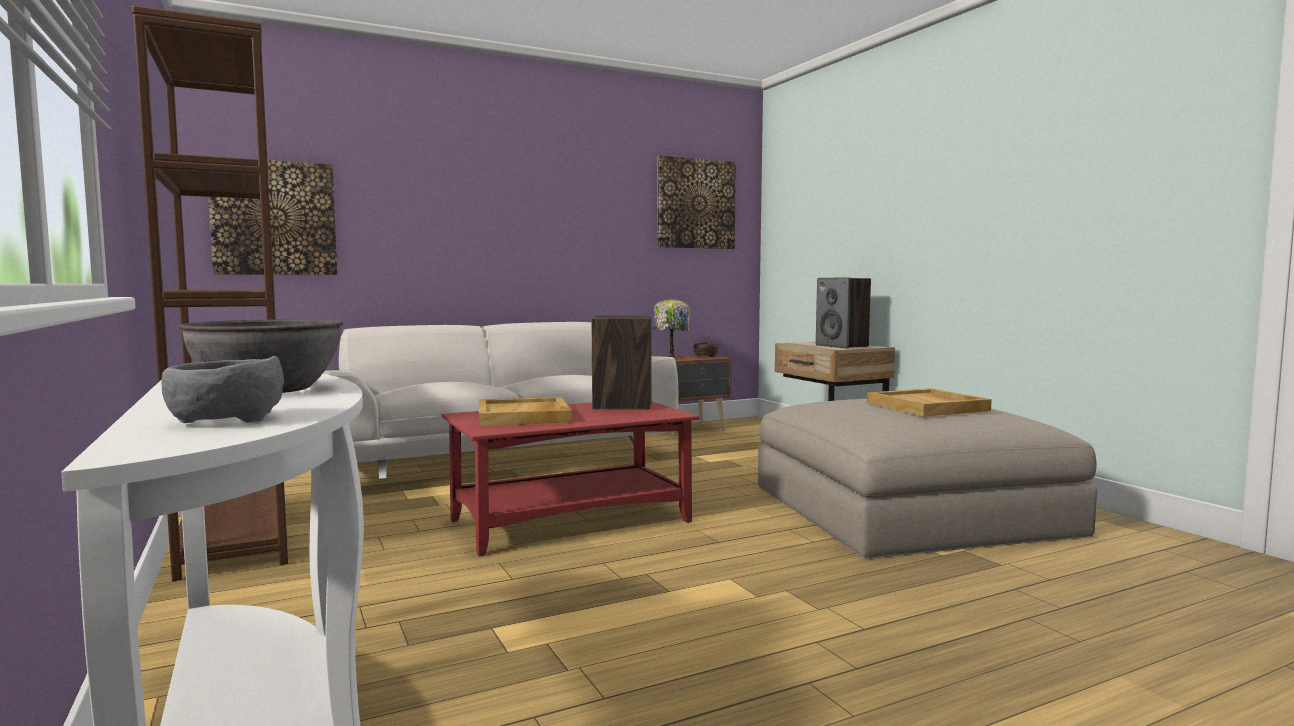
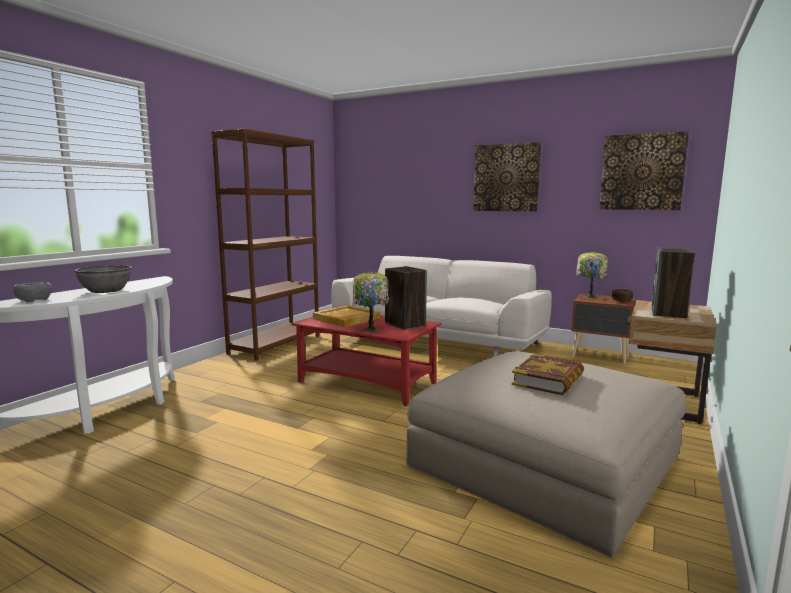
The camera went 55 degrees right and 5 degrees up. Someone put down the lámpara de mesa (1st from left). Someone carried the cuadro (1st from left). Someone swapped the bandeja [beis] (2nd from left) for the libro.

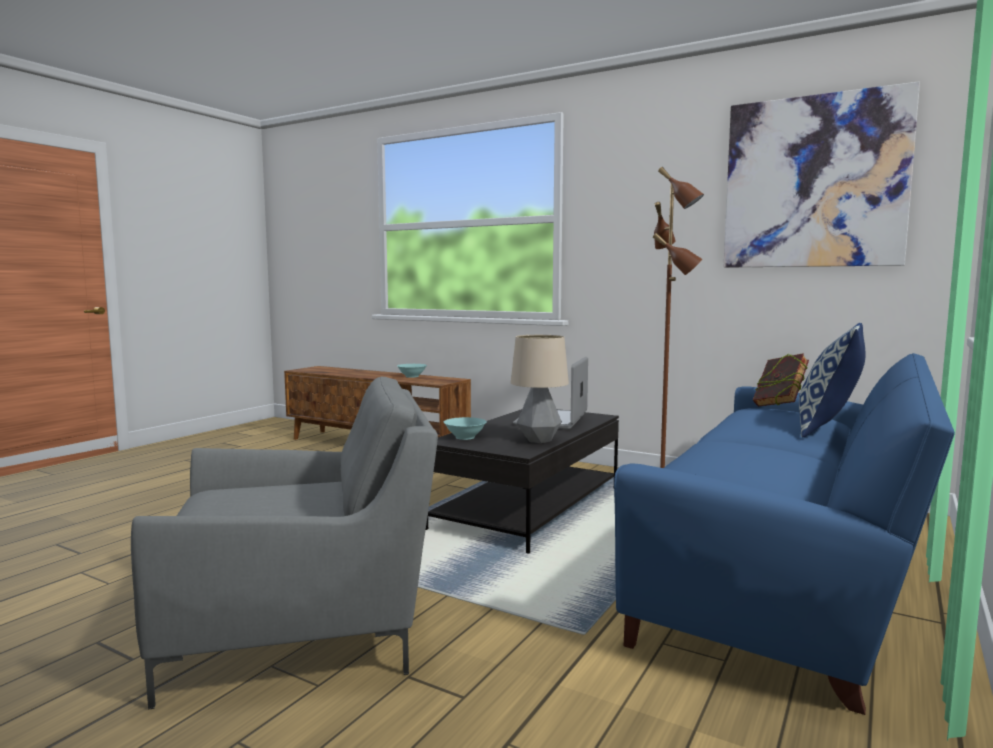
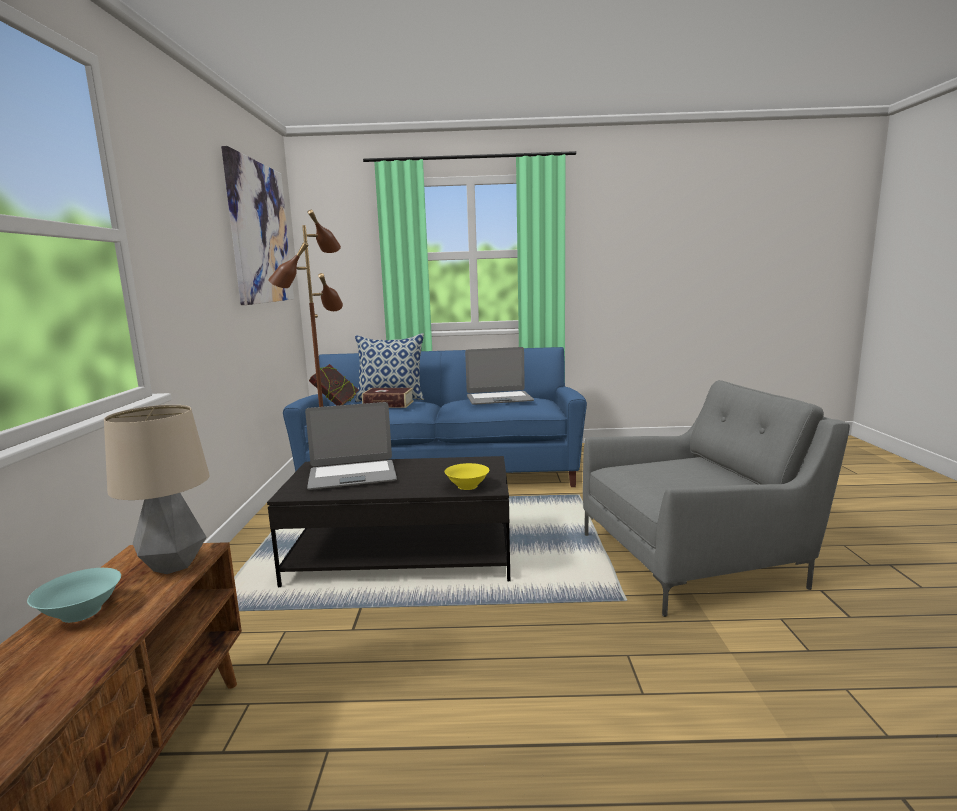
The camera went 120 degrees left and 5 degrees up. Someone put down the libro (2nd from left). Someone put down the portátil (2nd from left). Someone carried the lámpara de mesa. Someone repainted the cuenco [turquesa] (2nd from left), which became the cuenco [amarillo]. Someone rotated the sillón [gris] by 120 degrees clockwise.

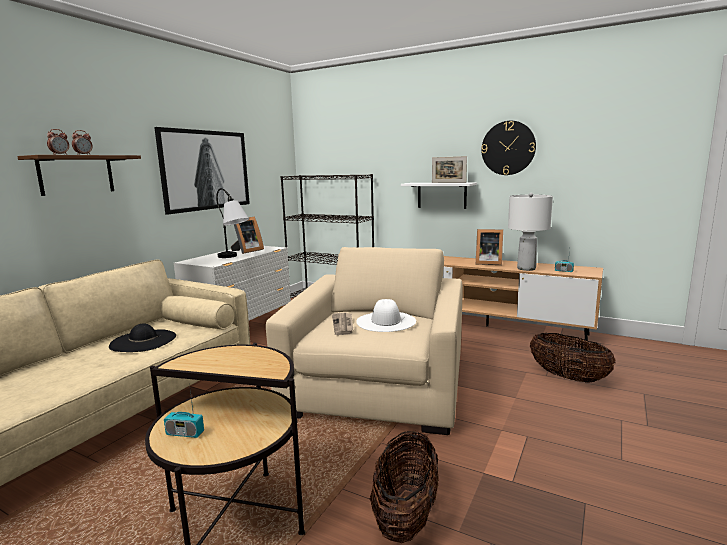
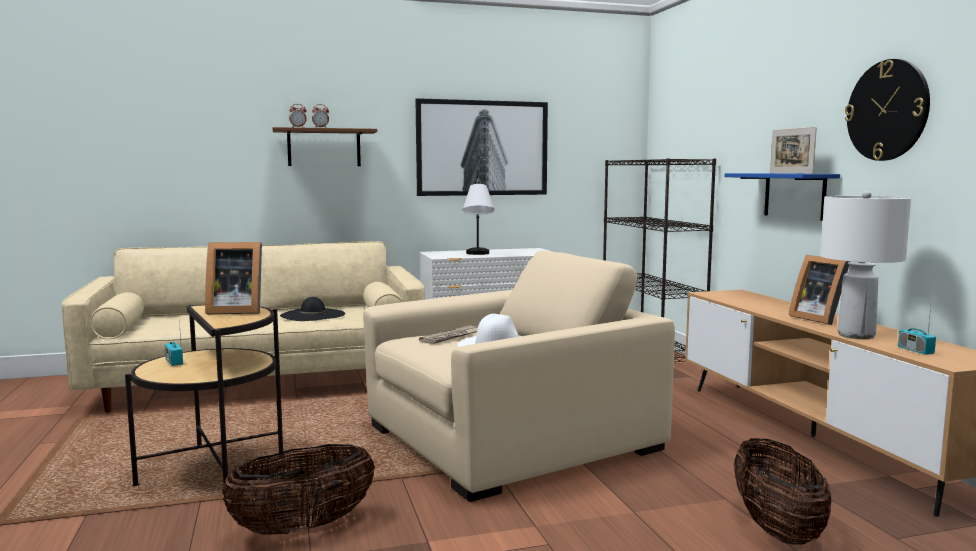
The camera went 45 degrees right and 5 degrees down. Someone carried the portarretratos (1st from left). Someone repainted the estante [blanco], which became the estante [azul].

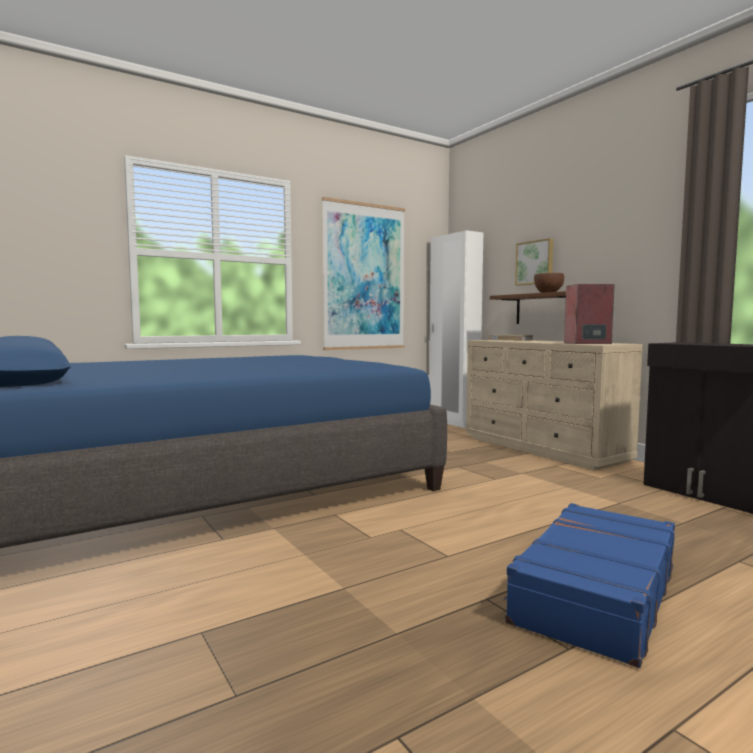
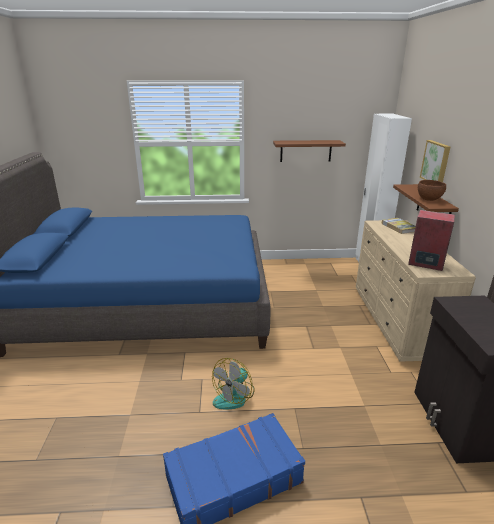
The camera went 30 degrees right and 20 degrees up. Someone put down the ventilador. Someone swapped the cuadro (1st from left) for the estante [marrón] (1st from left).

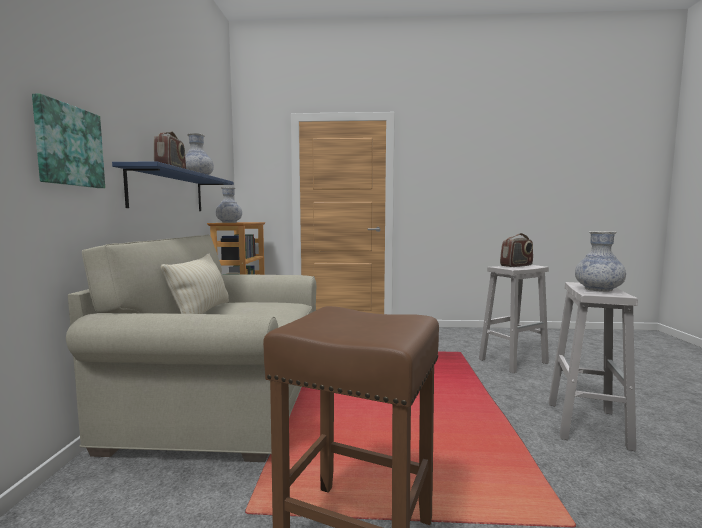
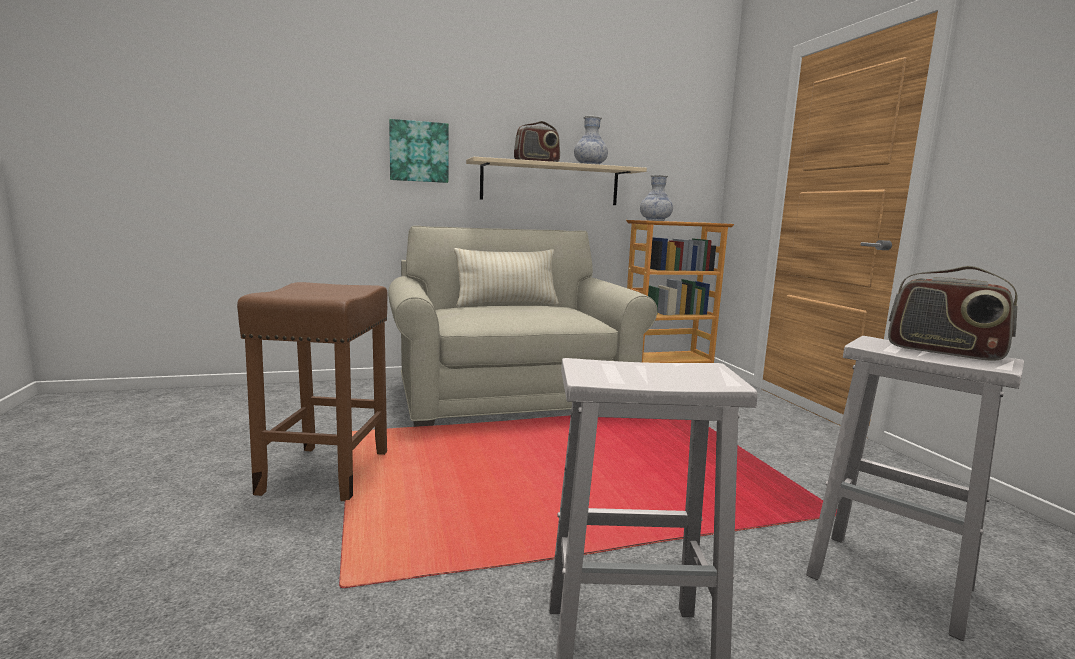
The camera went 70 degrees right and 5 degrees up. Someone took away the florero (3rd from left). Someone repainted the estante [azul], which became the estante [beis].

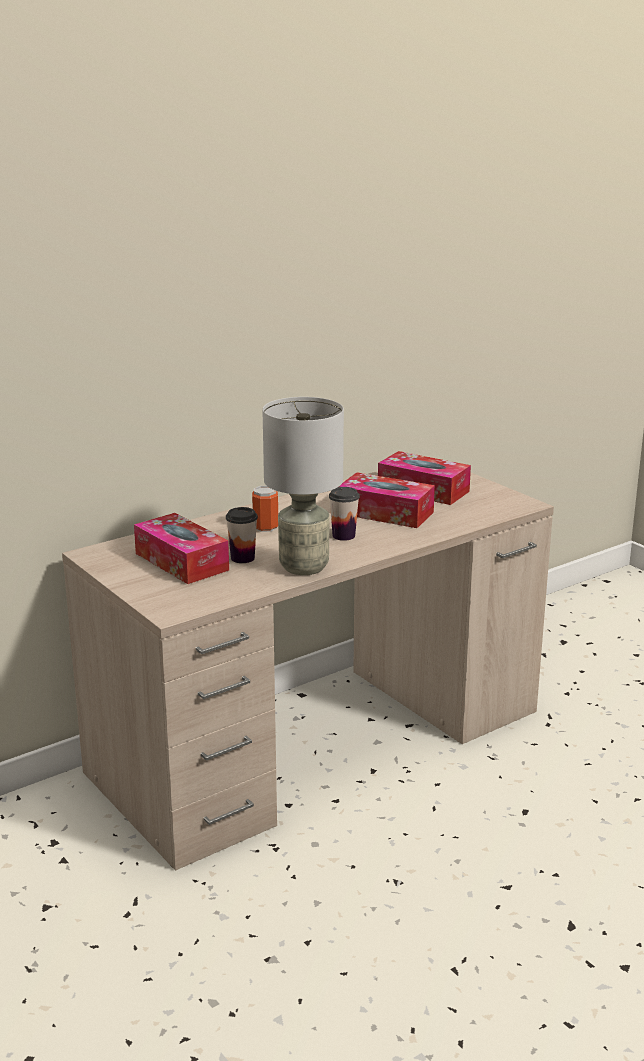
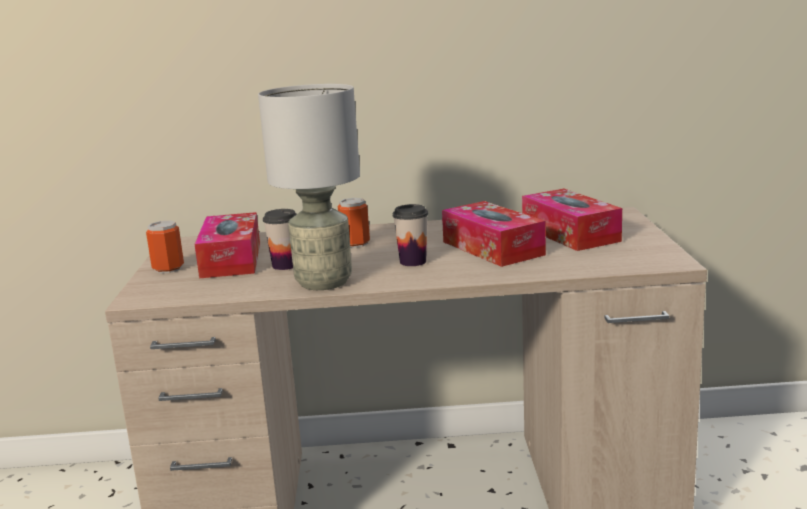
The camera went 35 degrees right and 5 degrees down. Someone put down the lata (1st from left).

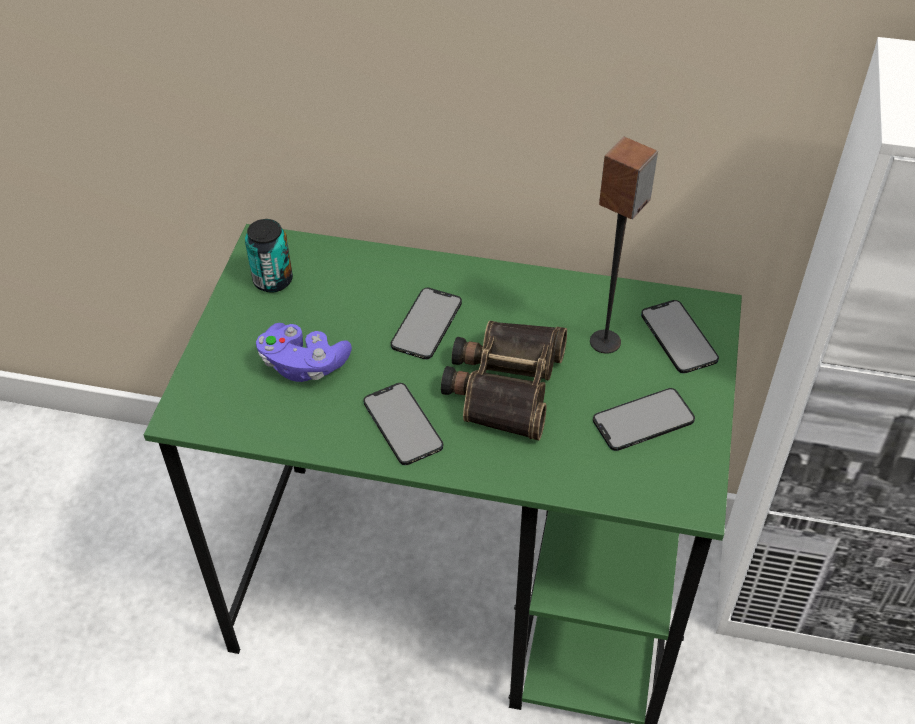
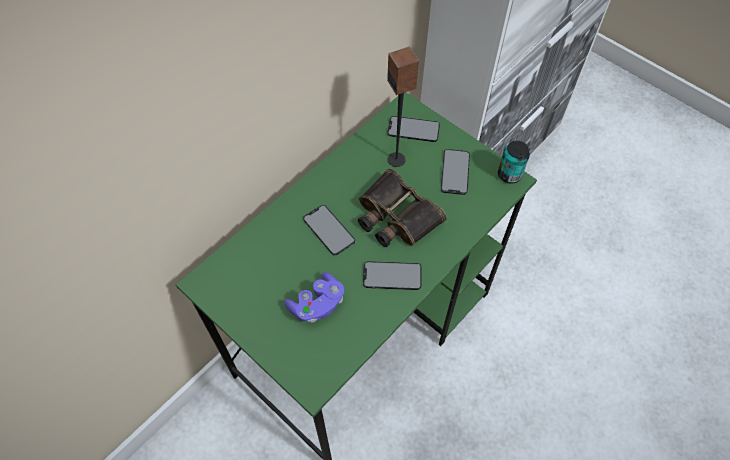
The camera went 60 degrees left and 10 degrees up. Someone carried the lata.

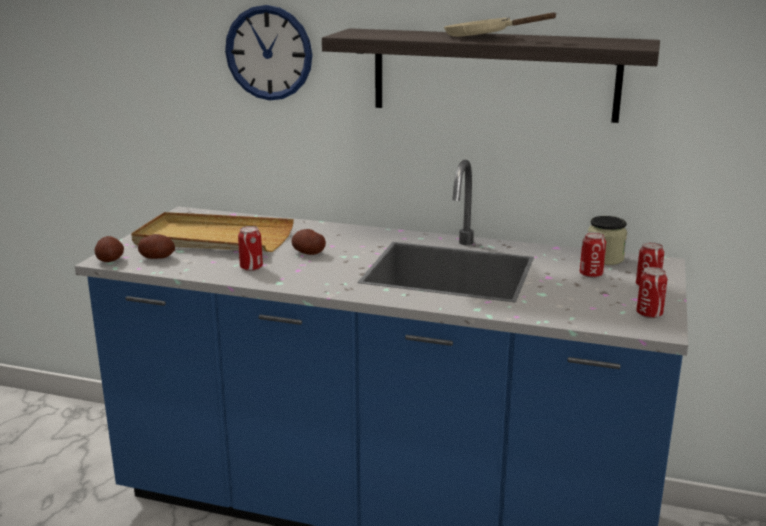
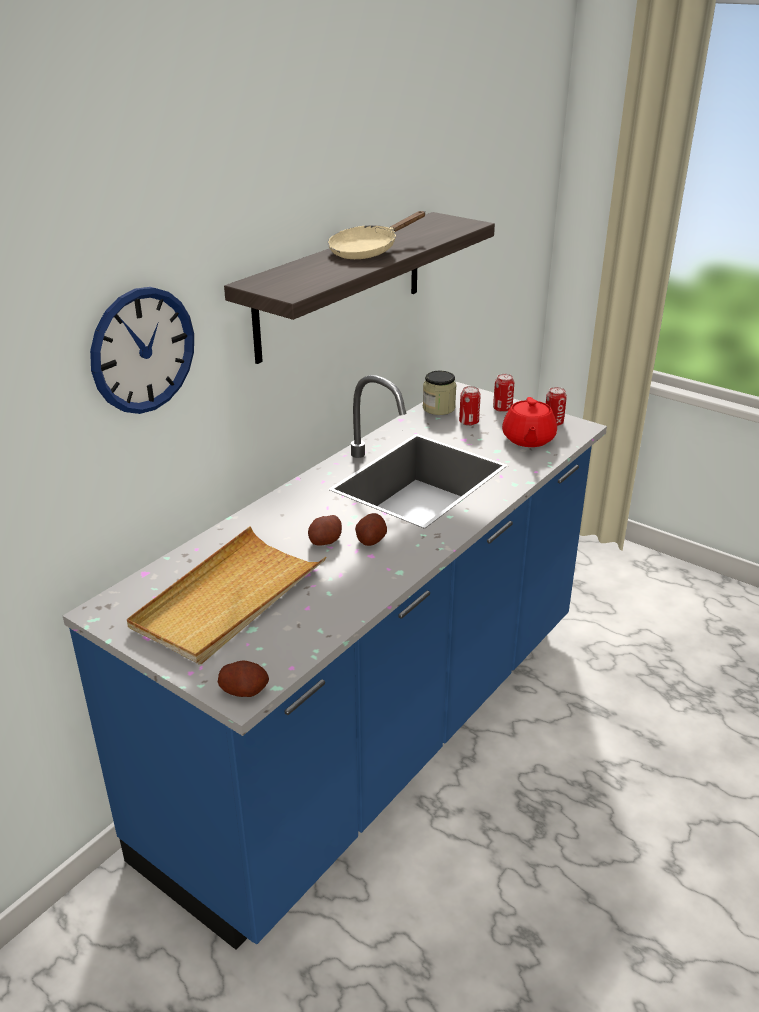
The camera went 70 degrees left and 10 degrees up. Someone took away the lata (1st from left). Someone put down the tetera [rojo]. Someone carried the patata (2nd from left in the first image).

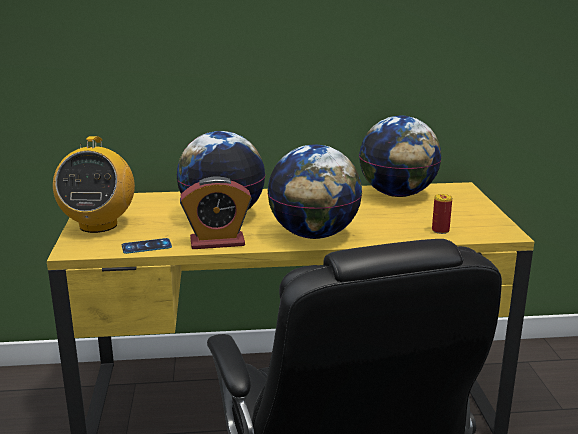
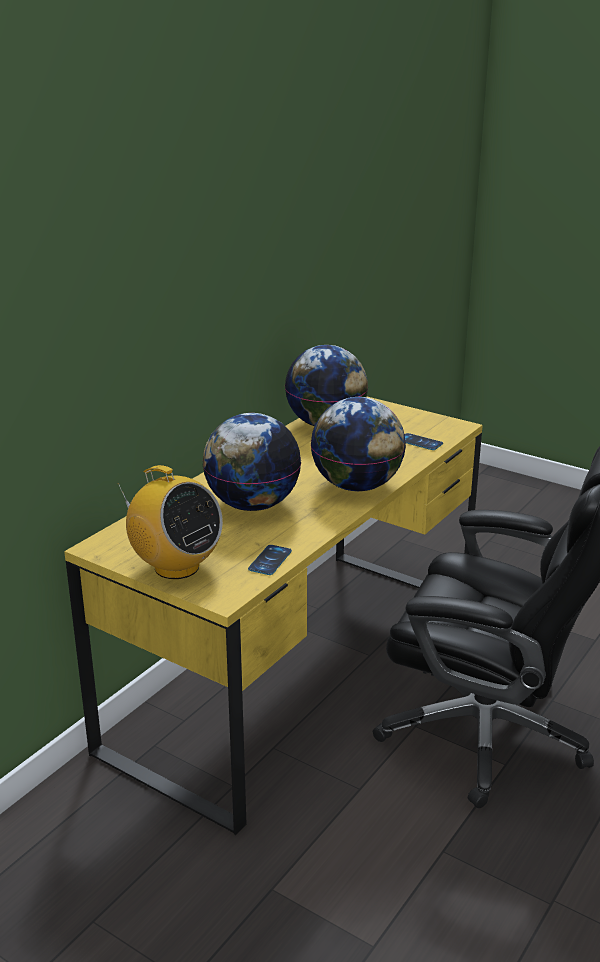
The camera went 50 degrees left and 5 degrees up. Someone took away the despertador. Someone swapped the lata for the móvil (2nd from left).

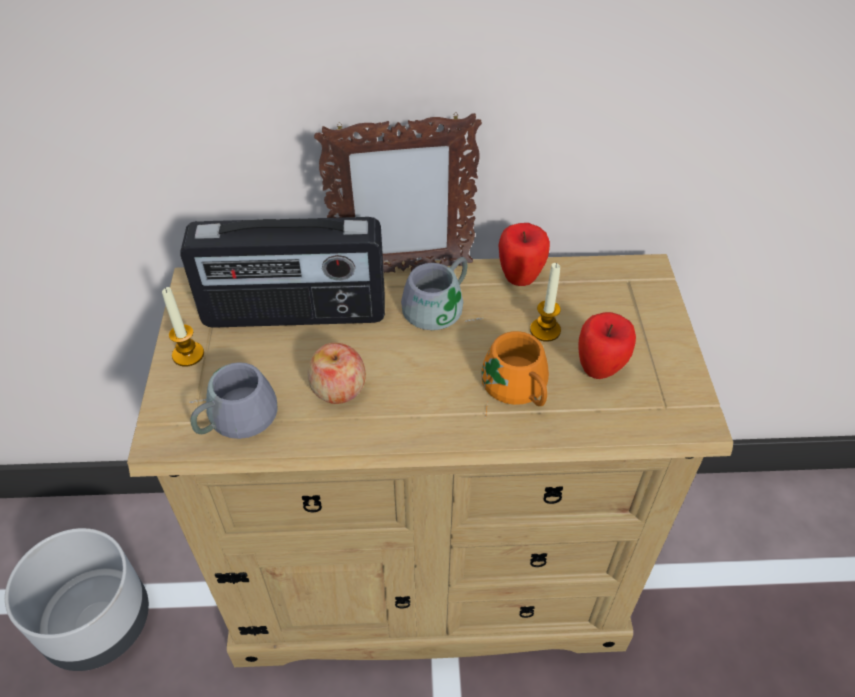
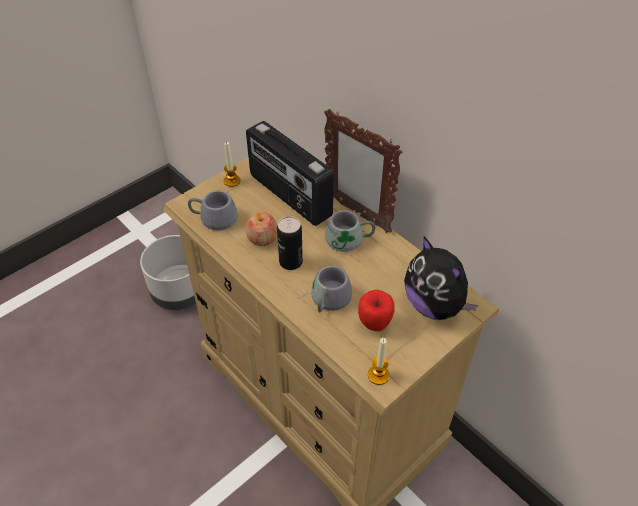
The camera went 50 degrees right and 0 degrees up. Someone took away the manzana (2nd from left). Someone put down the lata. Someone put down the peluche. Someone carried the vela (2nd from left). Someone repainted the taza grande [naranja], which became the taza grande [gris] (2nd from left).

